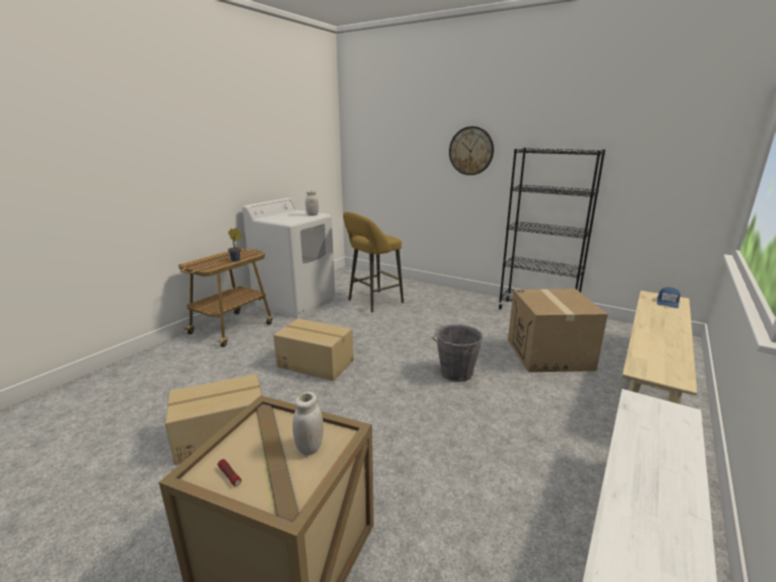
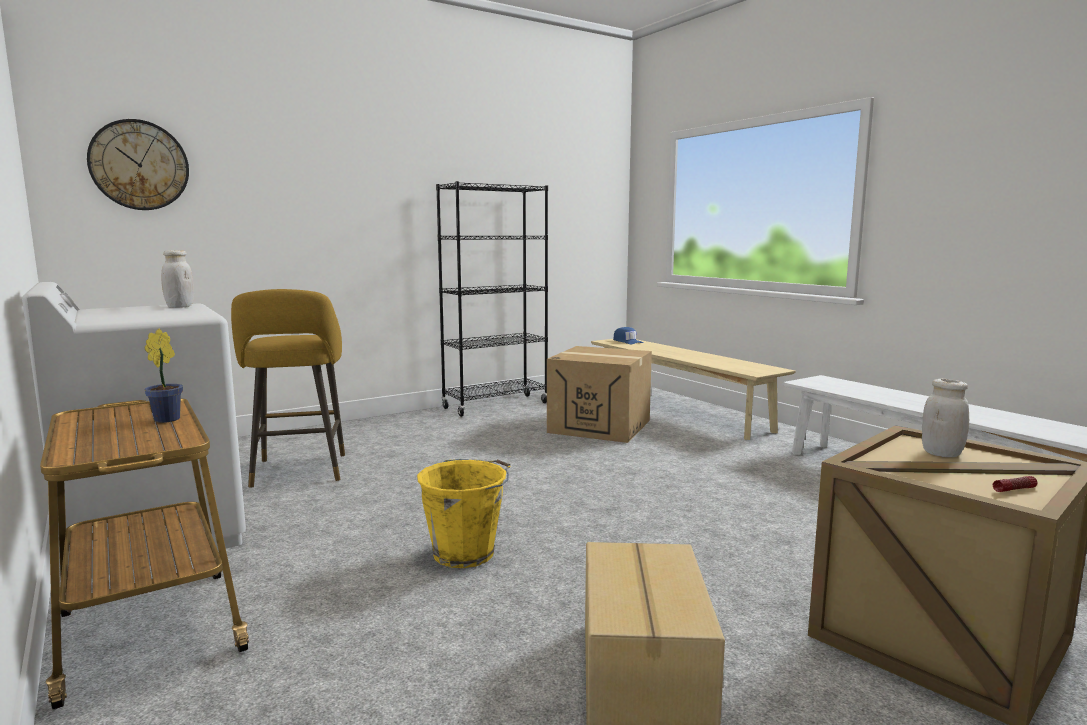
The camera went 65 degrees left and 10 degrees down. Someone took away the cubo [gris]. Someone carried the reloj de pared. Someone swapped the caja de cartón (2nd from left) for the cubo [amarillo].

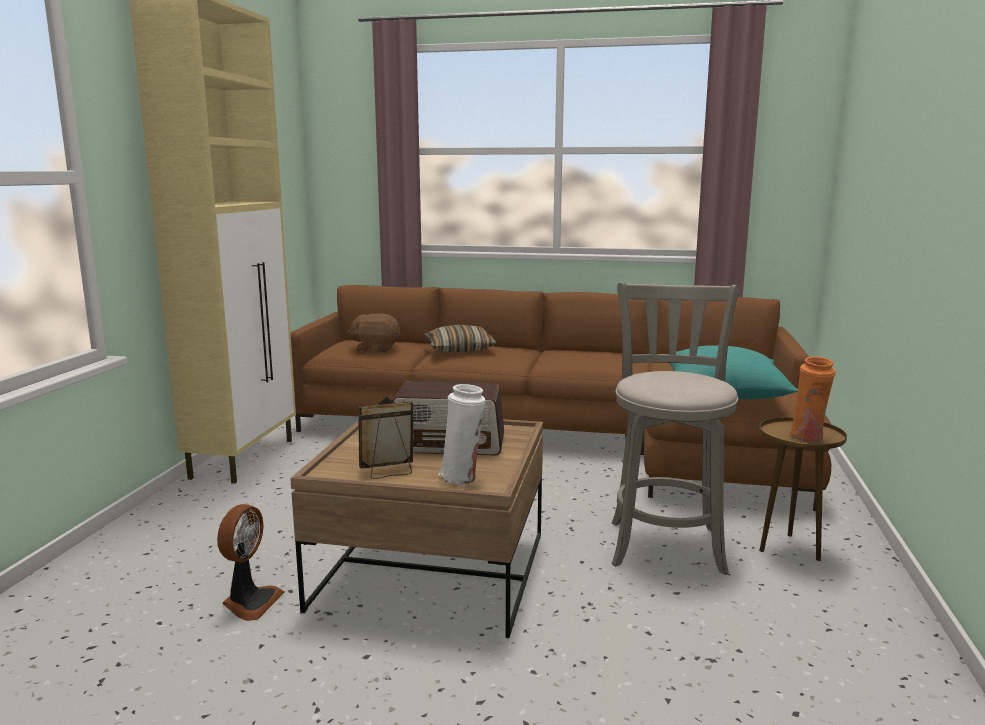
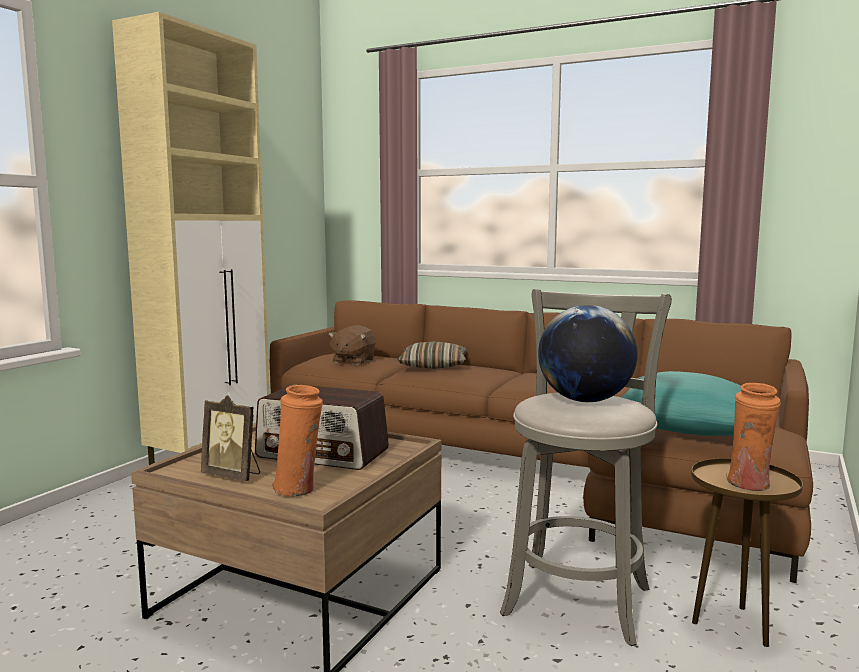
The camera went 15 degrees right and 5 degrees down. Someone took away the ventilador. Someone put down the globo terráqueo. Someone repainted the florero [blanco], which became the florero [naranja] (1st from left). Someone rotated the peluche [marrón] by 90 degrees counterclockwise. Someone rotated the portarretratos by 150 degrees counterclockwise.

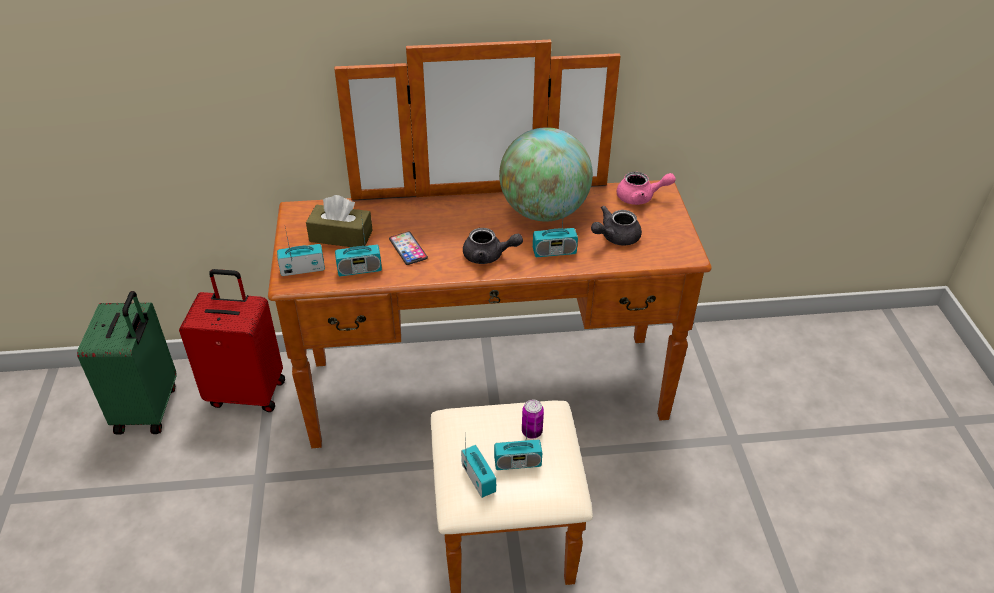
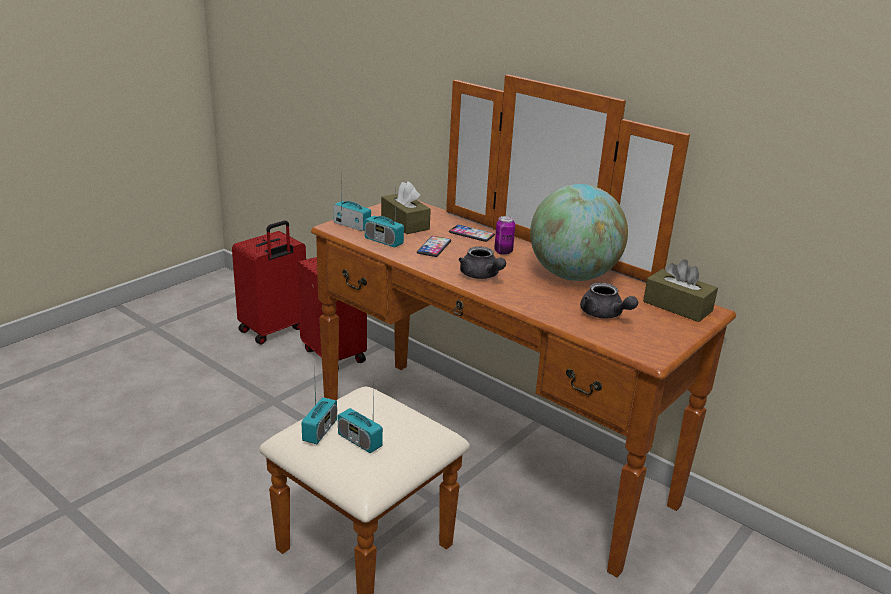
The camera went 45 degrees right and 15 degrees down. Someone took away the radio (5th from left). Someone put down the móvil (2nd from left). Someone carried the lata. Someone swapped the tetera [rosa] for the caja de pañuelos [marrón] (2nd from left). Someone repainted the maleta [verde], which became the maleta [rojo] (1st from left). Someone rotated the tetera [gris] (2nd from left) by 135 degrees counterclockwise.

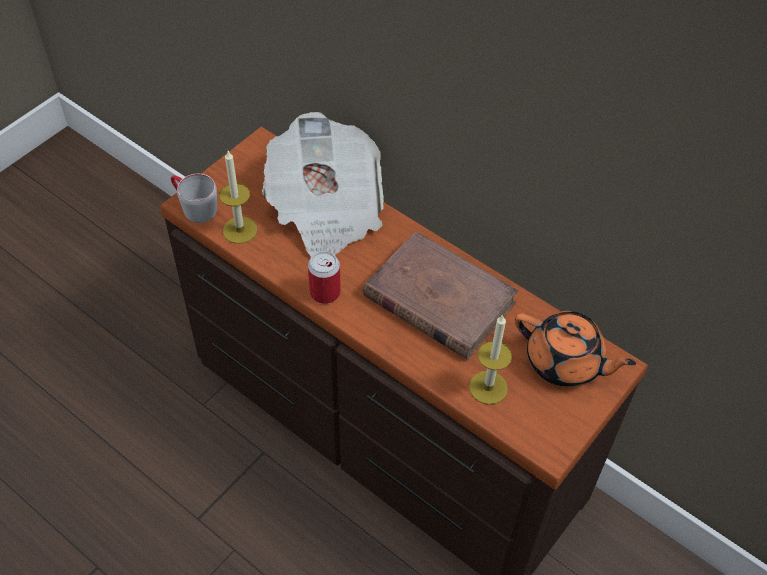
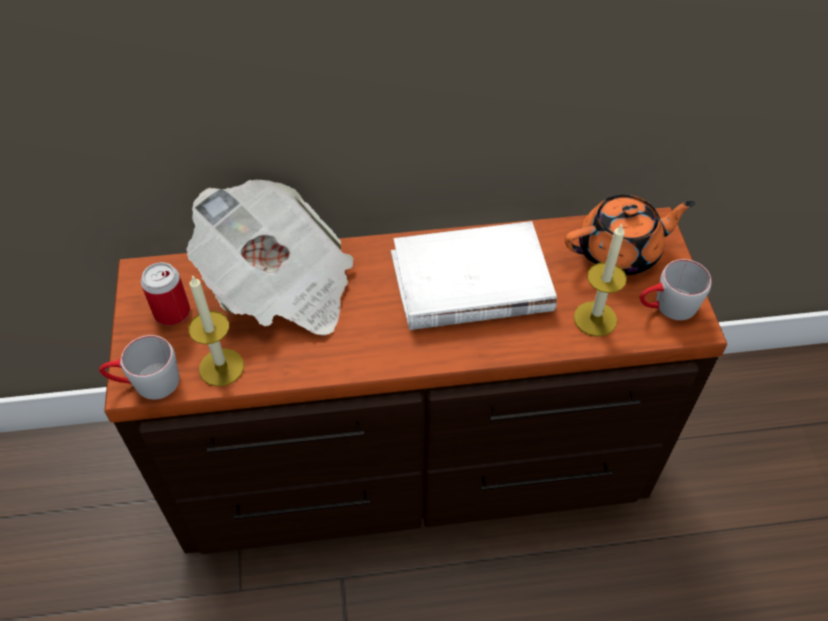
The camera went 45 degrees left and 0 degrees up. Someone put down the taza grande [gris] (2nd from left). Someone carried the lata. Someone repainted the libro [marrón], which became the libro [blanco].

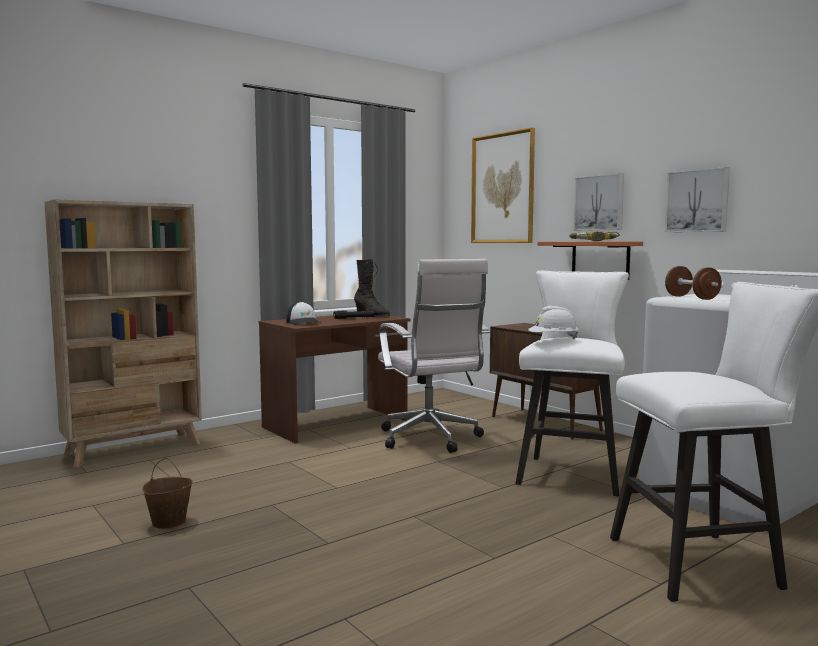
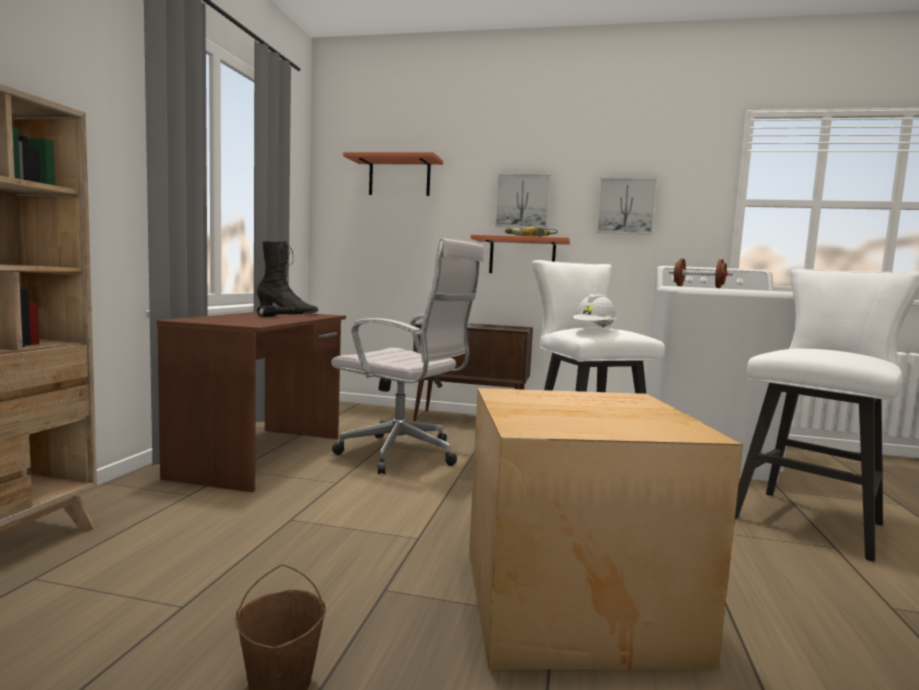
The camera went 40 degrees left and 0 degrees up. Someone took away the gorra. Someone put down the caja de cartón. Someone swapped the cuadro (1st from left) for the estante (1st from left).

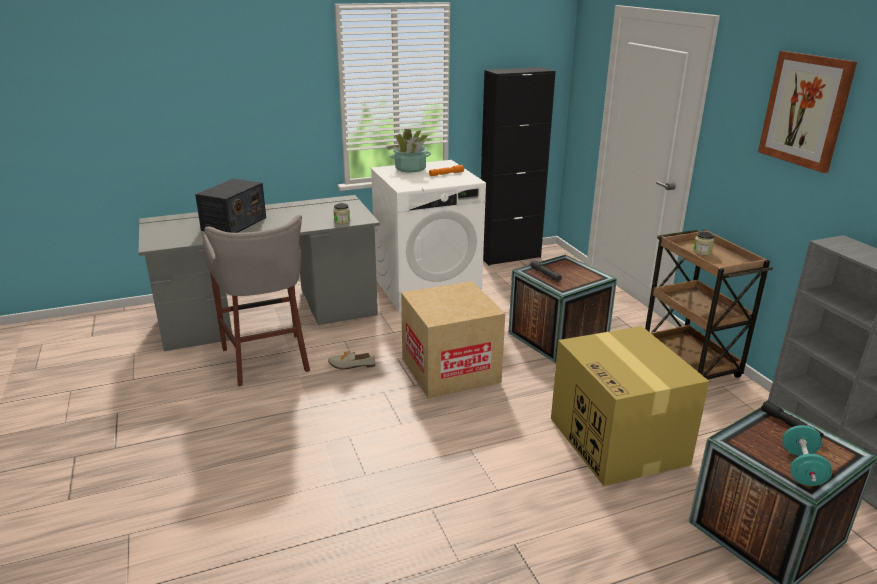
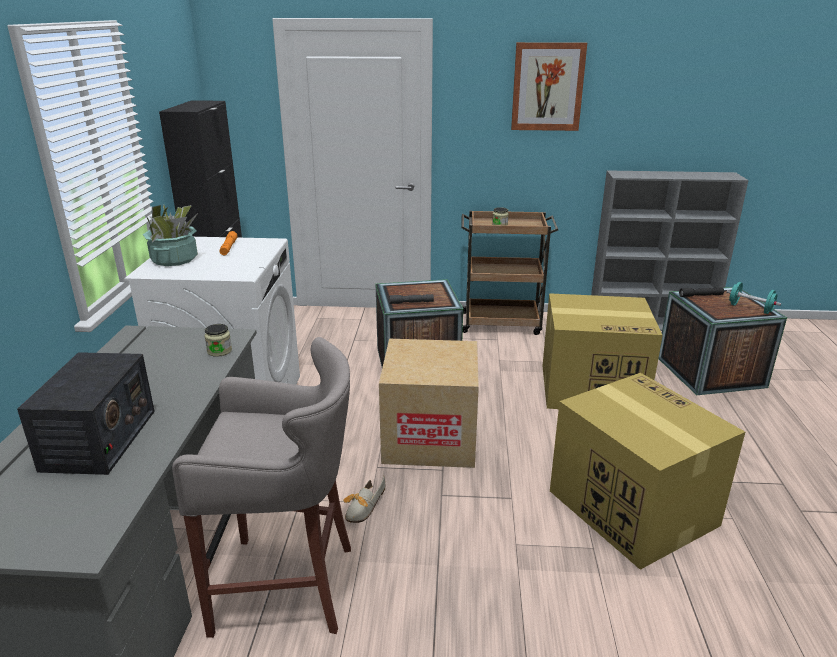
The camera went 65 degrees left and 0 degrees up. Someone put down the caja de cartón (3rd from left). Someone rotated the radio by 45 degrees clockwise.

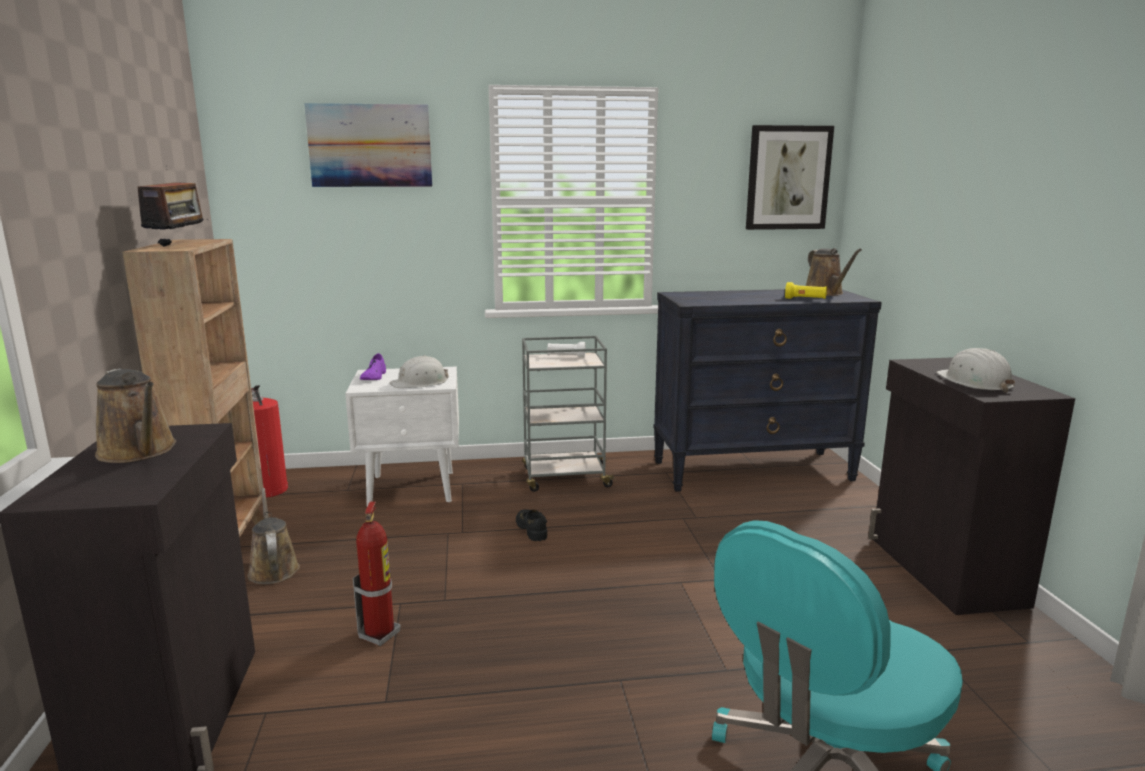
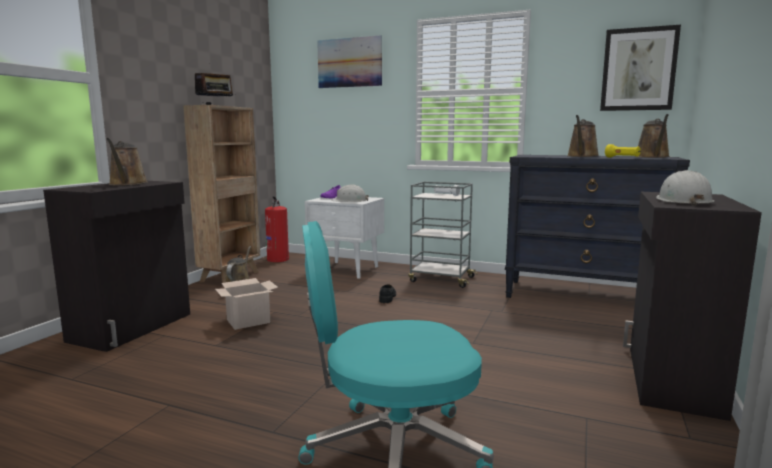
The camera went 30 degrees right and 5 degrees down. Someone put down the regadera [marrón] (3rd from left). Someone swapped the extintor (2nd from left) for the caja de cartón.

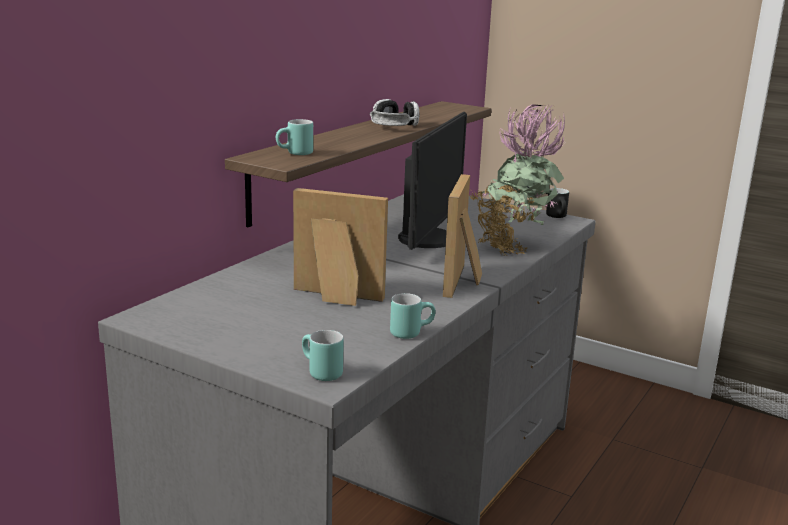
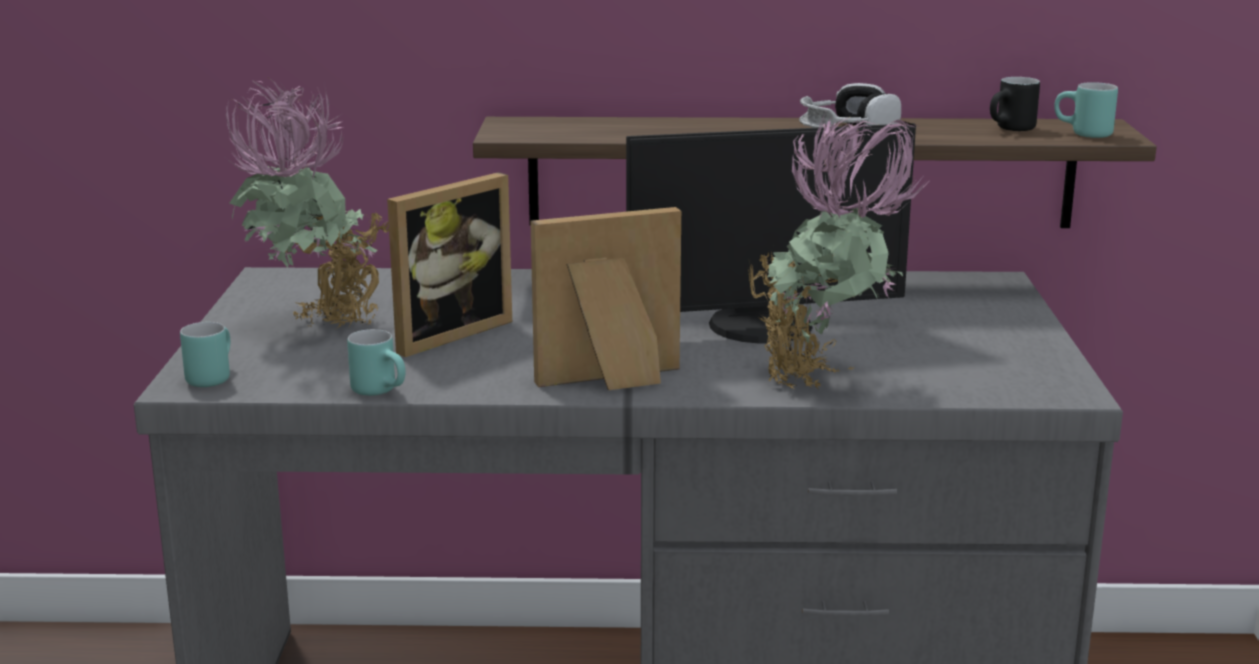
The camera went 60 degrees right and 0 degrees up. Someone put down the planta en maceta (1st from left). Someone carried the taza grande [turquesa] (1st from left in the first image). Someone carried the taza grande [negro]. Someone rotated the portarretratos (1st from left) by 60 degrees clockwise.

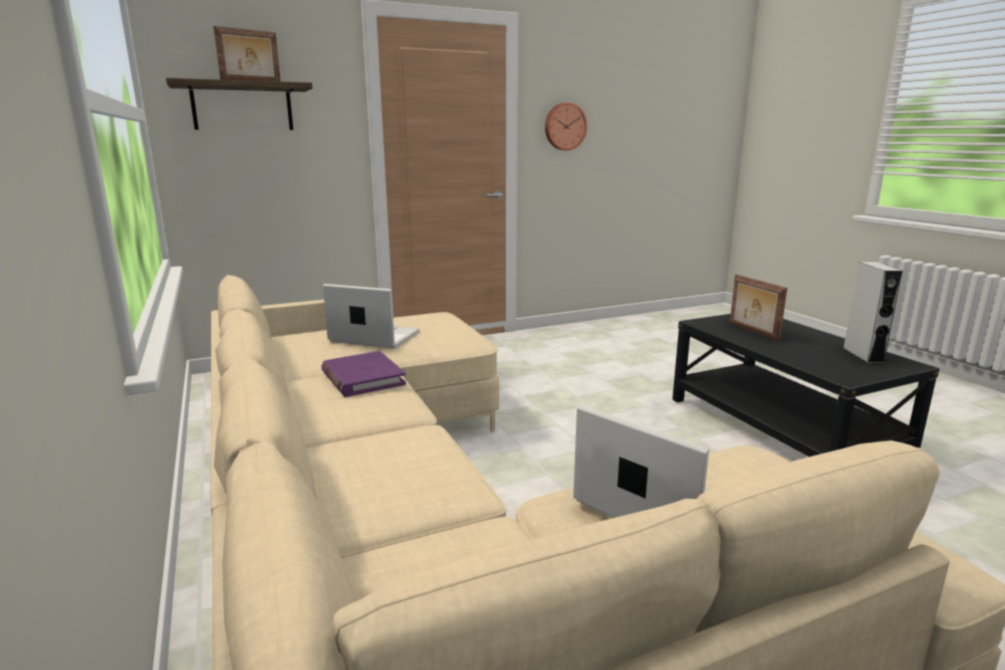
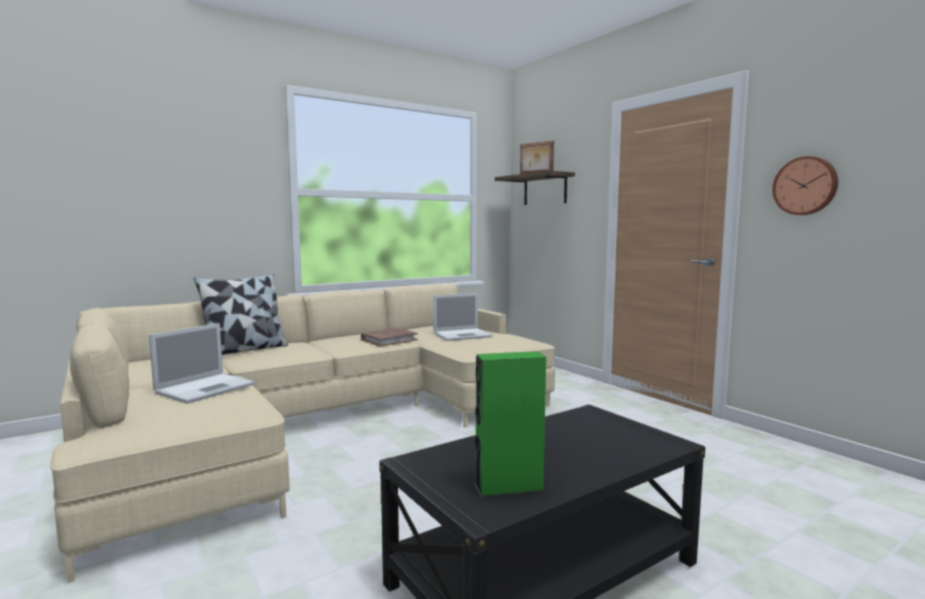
The camera went 80 degrees right and 10 degrees down. Someone took away the portarretratos (2nd from left). Someone put down the cojín. Someone repainted the libro [morado], which became the libro [marrón]. Someone repainted the altavoz [gris], which became the altavoz [verde]. Someone rotated the portátil (1st from left in the first image) by 60 degrees clockwise.

